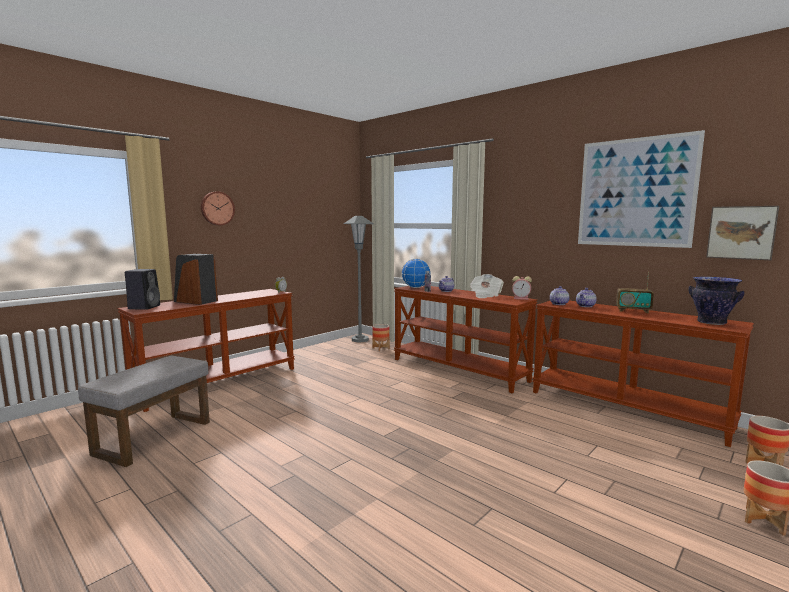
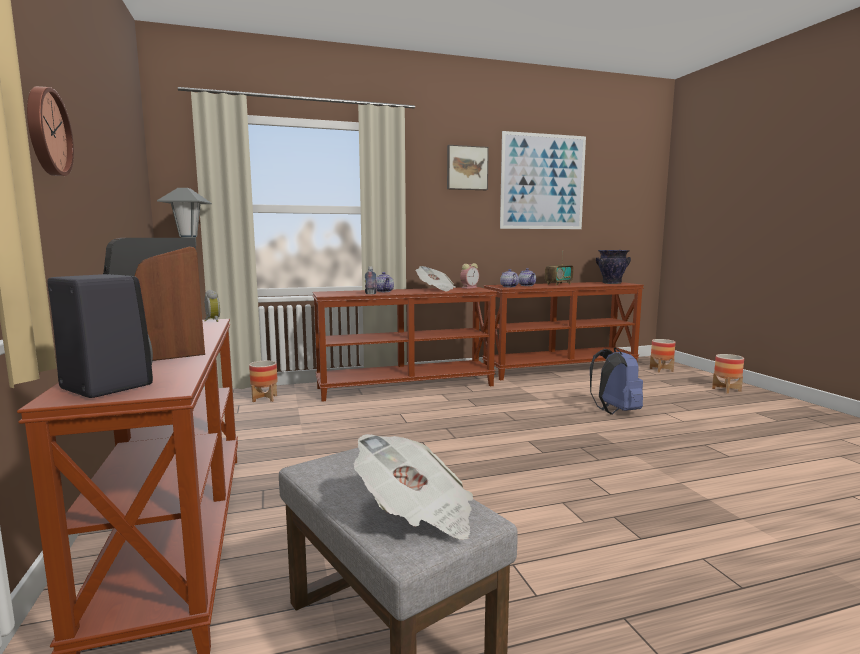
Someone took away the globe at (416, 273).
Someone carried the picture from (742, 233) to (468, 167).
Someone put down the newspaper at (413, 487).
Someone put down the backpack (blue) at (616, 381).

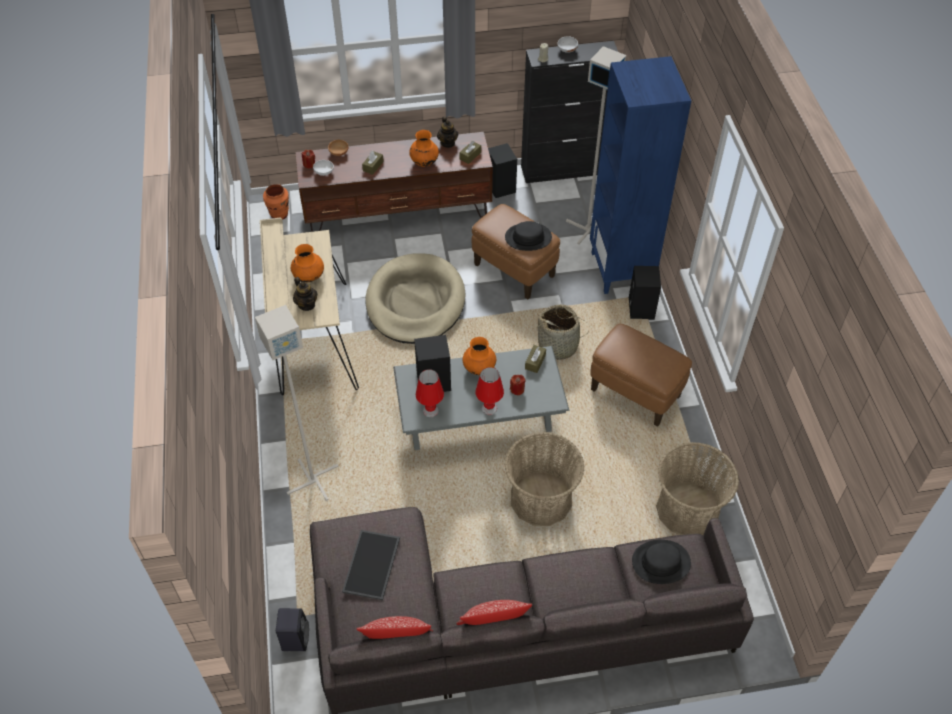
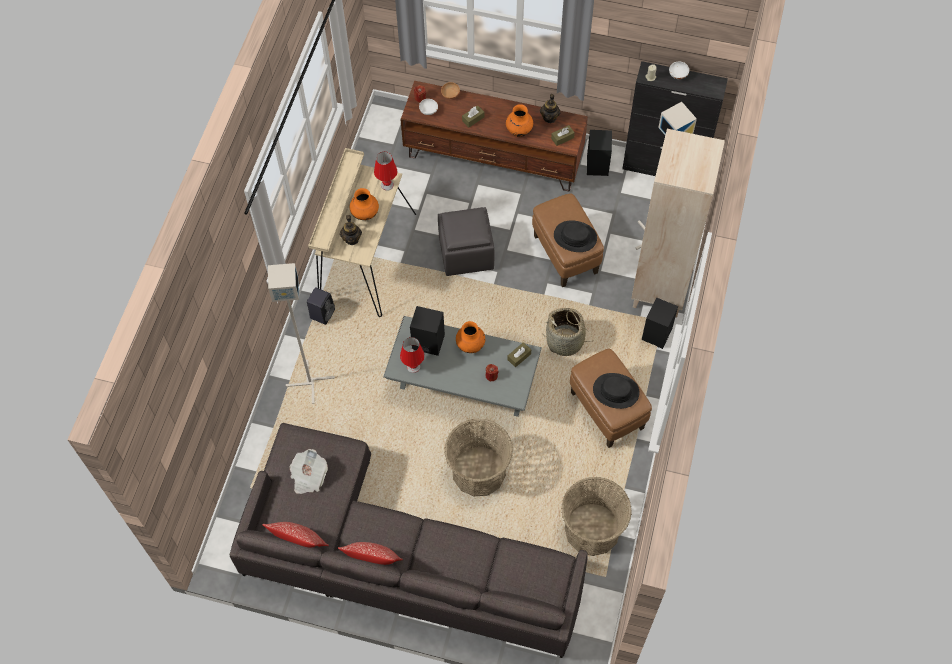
Someone took away the vase (orange) at (276, 202).
Someone carried the speaker (black) from (292, 629) to (321, 306).
Someone swapped the tray at (371, 565) for the newspaper at (308, 471).
Someone swapped the dog bed (beige) at (415, 298) for the ottoman (grey) at (466, 241).
Someone carried the table lamp (red) from (489, 391) to (385, 171).
Someone repainted the bookcase (blue) at (640, 175), which became the bookcase (beige) at (678, 223).
Someone carried the hat (black) from (661, 562) to (616, 391).

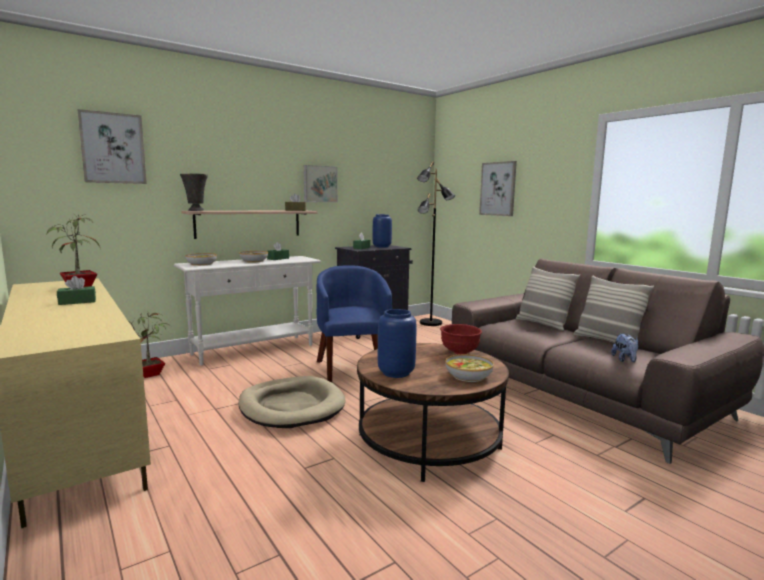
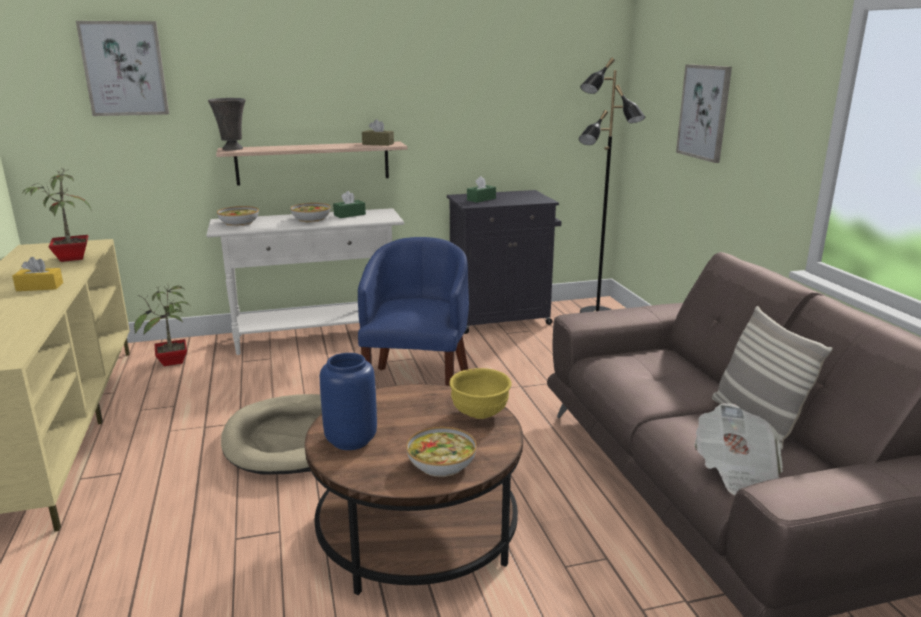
Someone repainted the tissue box (green) at (76, 290), which became the tissue box (yellow) at (37, 274).
Someone took away the picture at (321, 183).
Someone took away the vase (blue) at (382, 231).
Someone repainted the bowl (red) at (461, 339), which became the bowl (yellow) at (480, 393).
Someone took away the pillow at (548, 298).
Someone swapped the plush toy at (624, 347) for the newspaper at (738, 449).

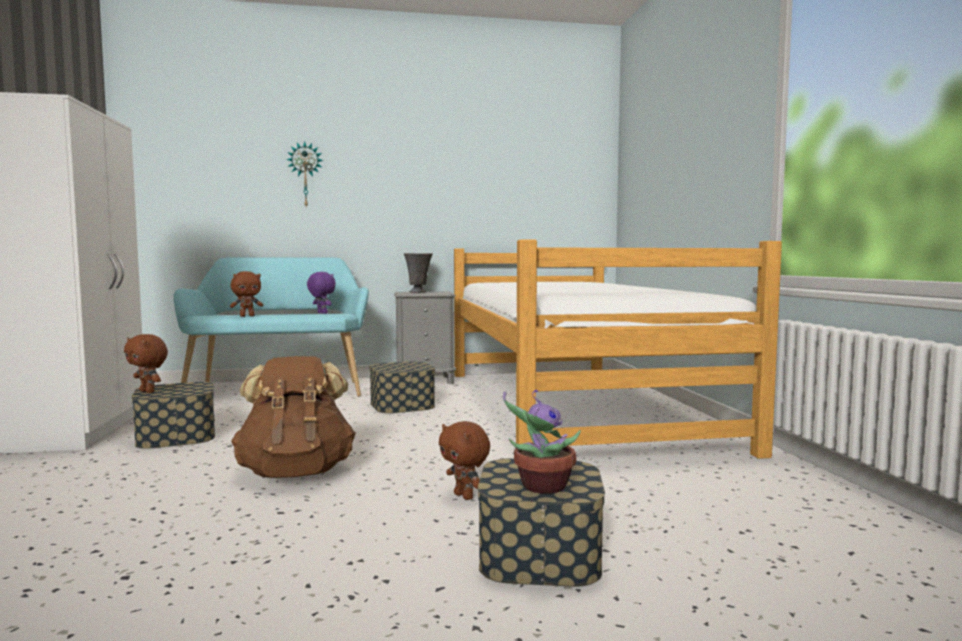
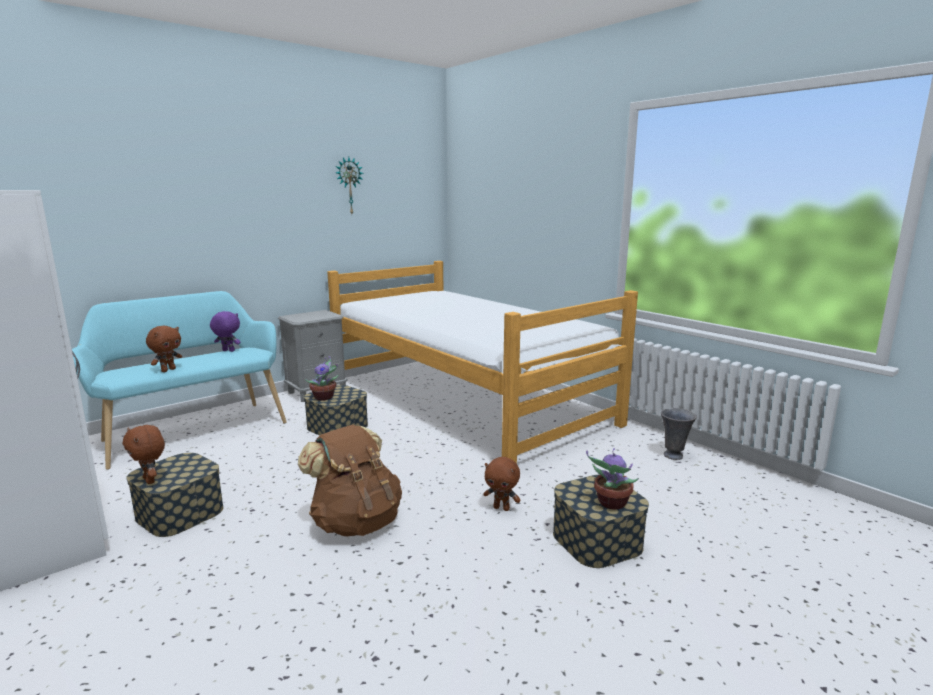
Someone rotated the plush toy (brown) at (146, 363) by 45 degrees clockwise.
Someone carried the wall clock from (305, 174) to (350, 185).
Someone carried the vase (grey) from (418, 273) to (678, 434).
Someone put down the potted plant at (322, 378).

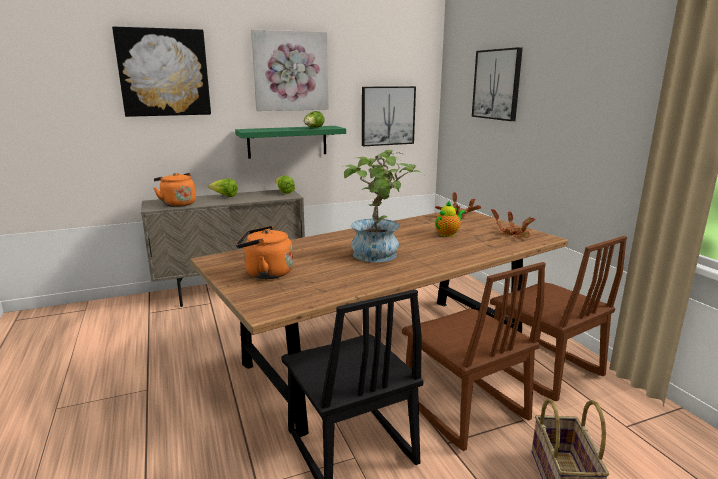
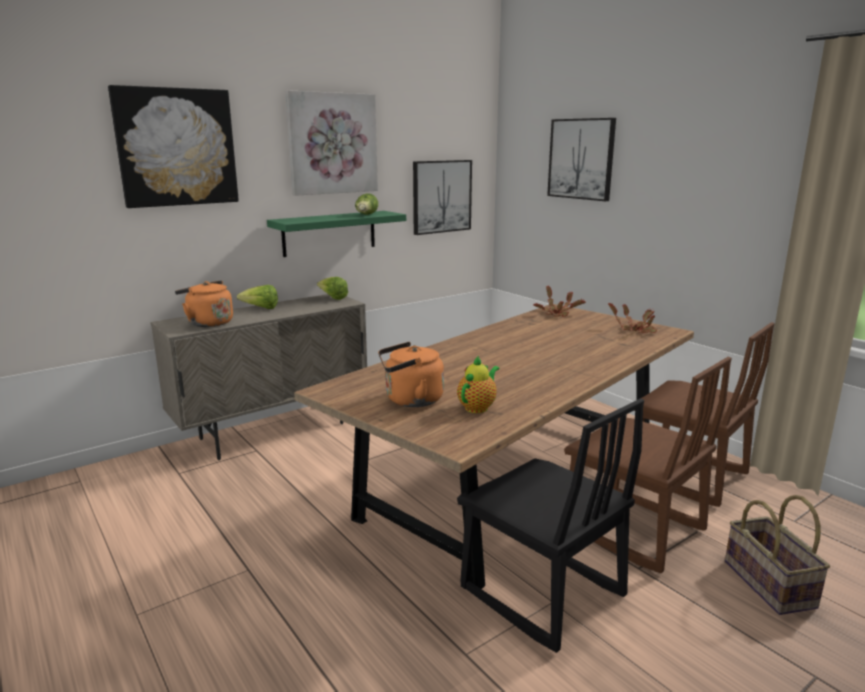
Someone took away the potted plant at (383, 206).
Someone carried the teapot from (450, 218) to (478, 384).

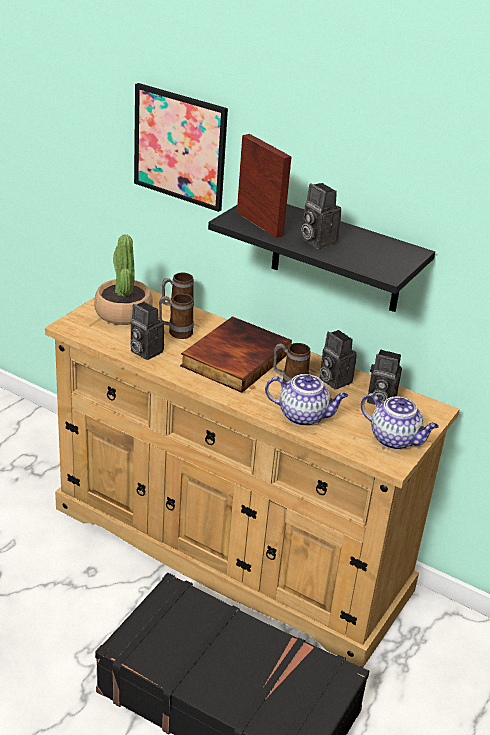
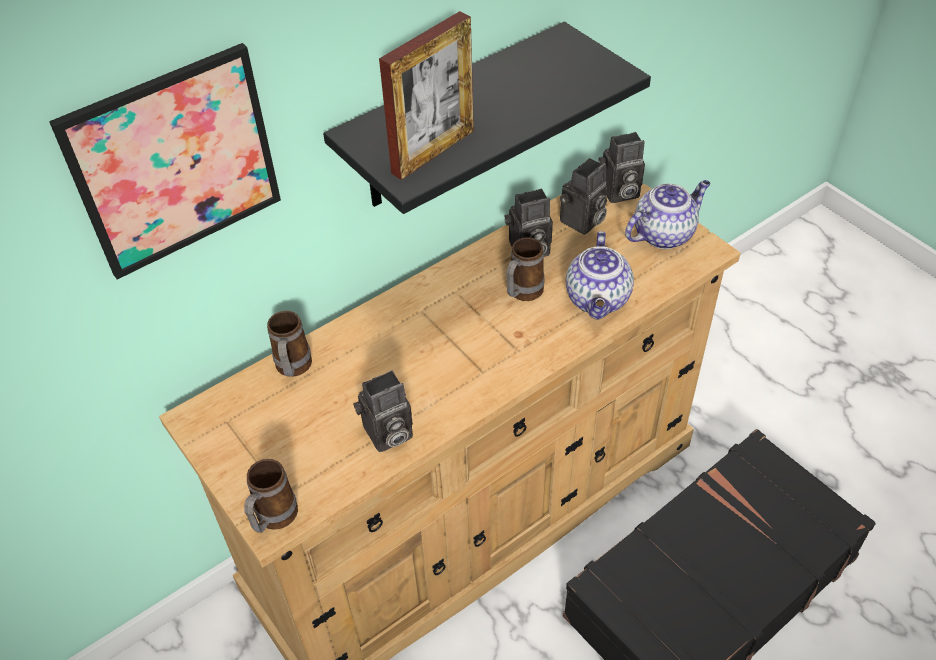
Someone took away the potted plant at (123, 279).
Someone carried the mug from (176, 316) to (271, 496).
Someone took away the book at (236, 354).
Someone rotated the picture frame at (264, 186) by 150 degrees clockwise.
Someone rotated the teapot at (306, 400) by 150 degrees clockwise.
Someone carried the photo camera from (321, 216) to (621, 167).

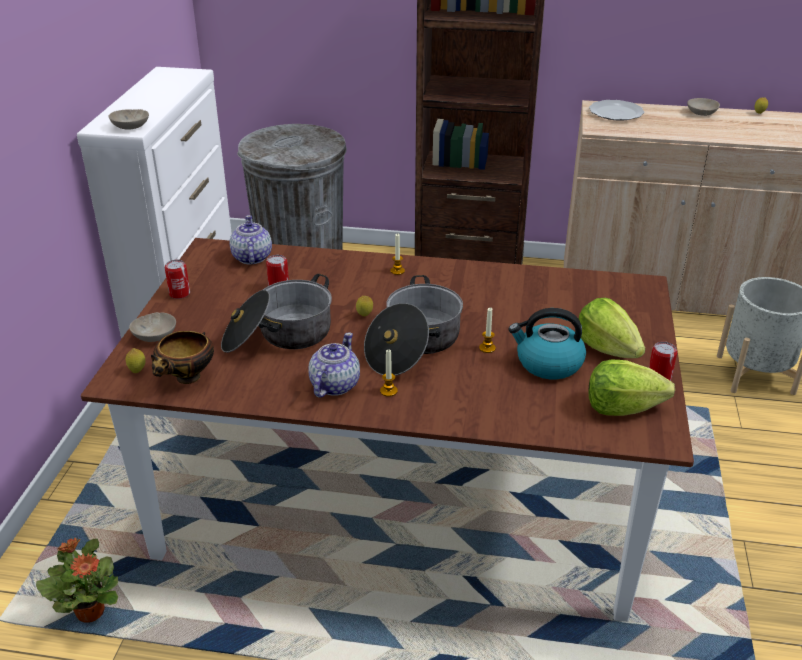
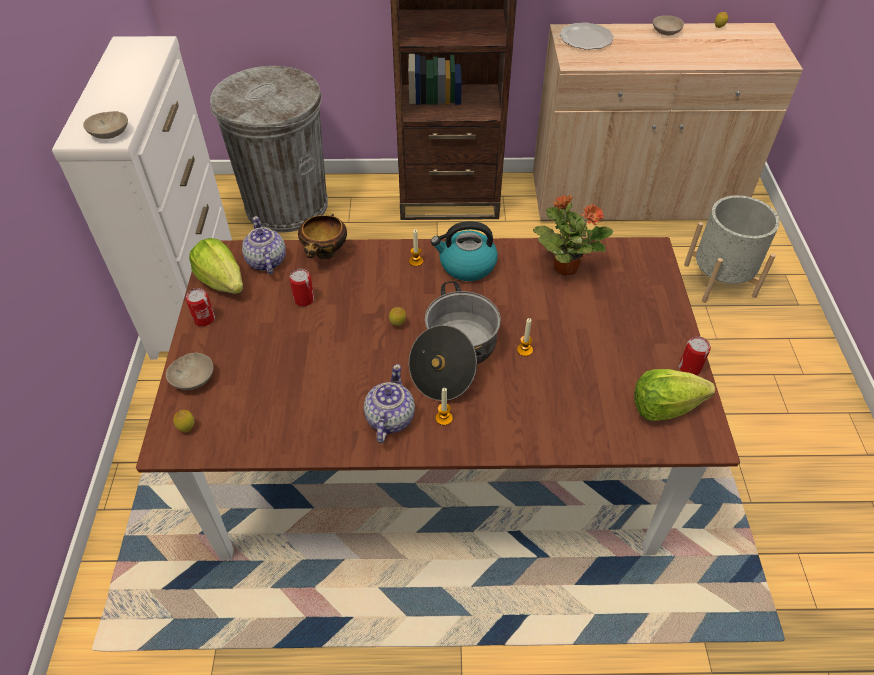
Someone carried the potted plant from (77, 580) to (573, 235).
Someone carried the bowl from (182, 357) to (322, 236).
Someone took away the cooking pot at (276, 313).
Someone carried the kettle from (547, 343) to (464, 251).
Someone carried the lettuce from (612, 328) to (216, 266).

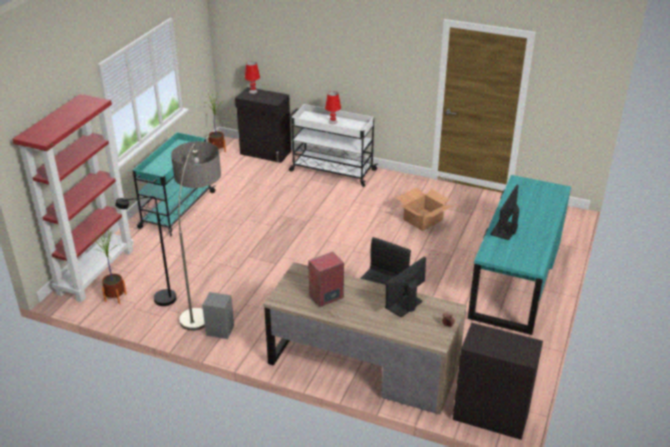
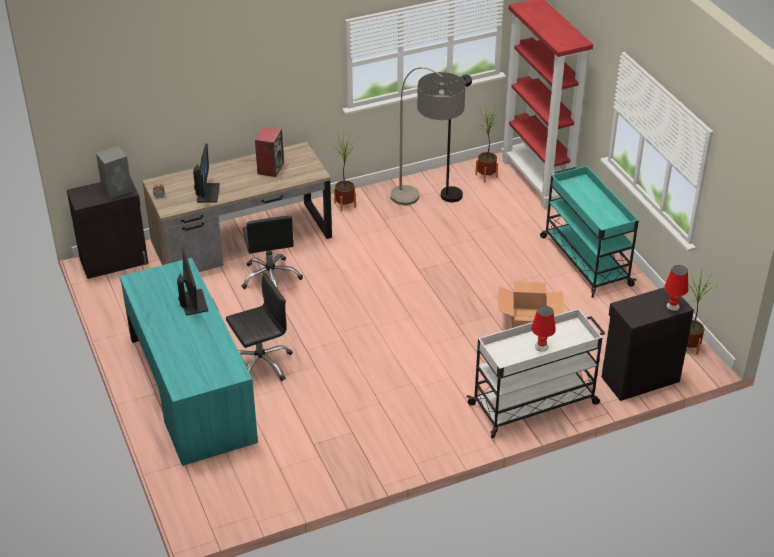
Someone carried the speaker (grey) from (218, 315) to (114, 172).
Someone carried the cardboard box from (424, 209) to (531, 304).
Someone put down the office chair (black) at (259, 327).
Someone put down the potted plant at (344, 173).

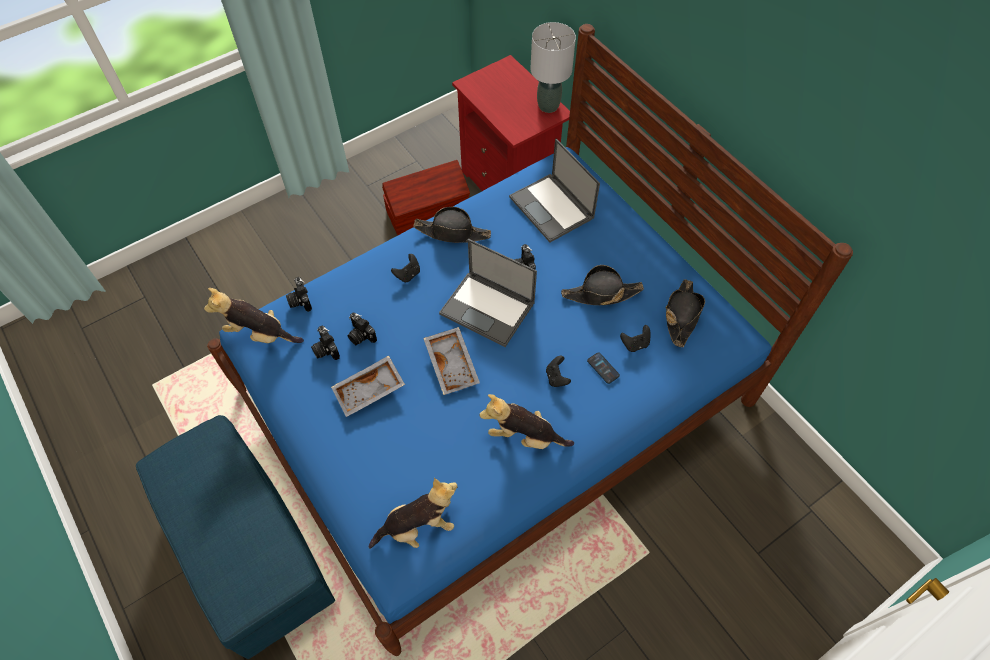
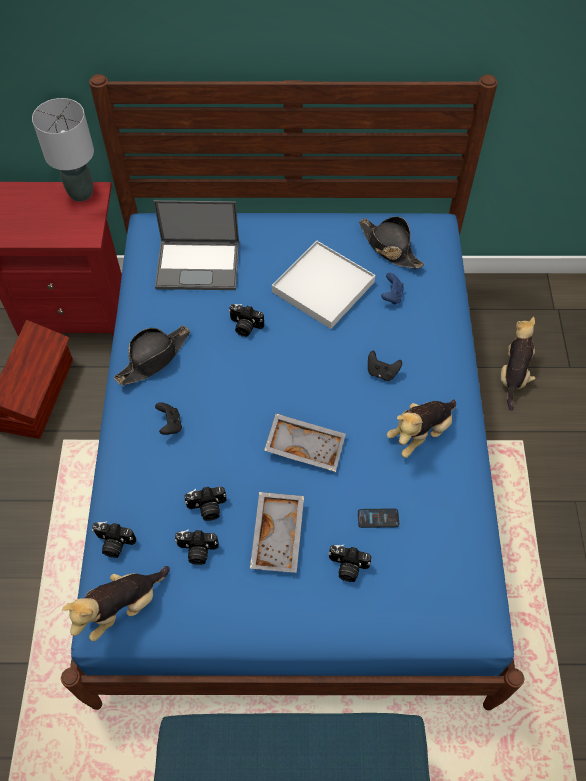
Someone carried the plush toy from (413, 513) to (518, 364).
Someone took away the laptop at (488, 293).
Someone swapped the hat (black) at (602, 285) for the tray (white) at (323, 285).
Someone carried the phone from (603, 368) to (378, 518).
Someone repainted the game controller (black) at (635, 338), which became the game controller (blue) at (392, 288).
Someone put down the photo camera at (350, 563).

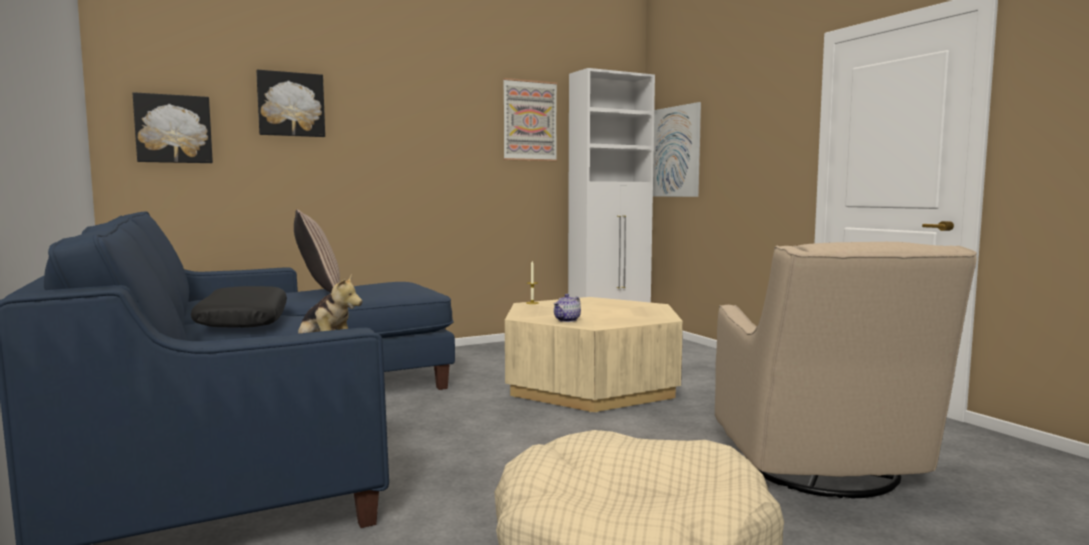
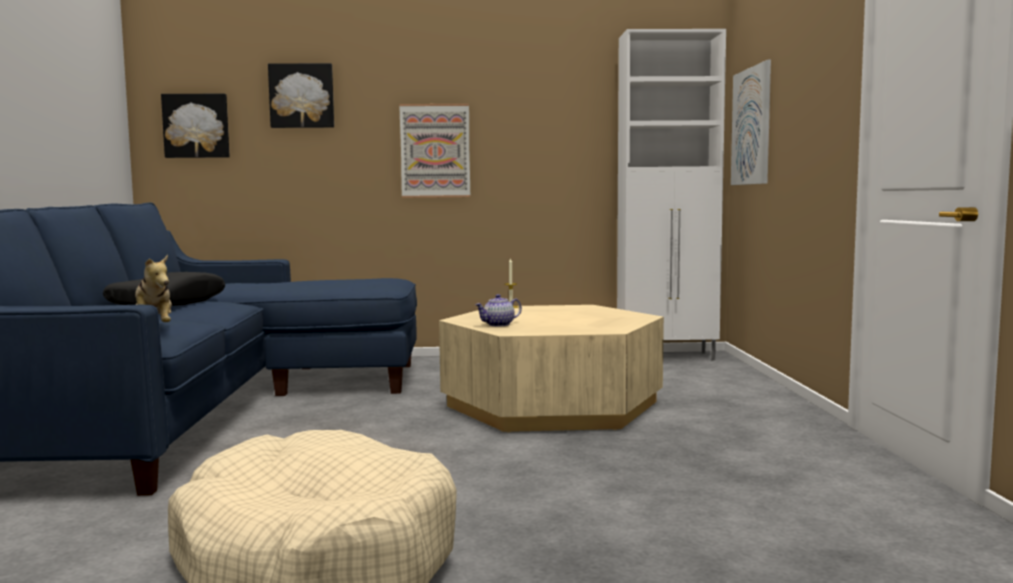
Someone took away the pillow at (317, 251).
Someone carried the picture from (530, 119) to (434, 151).
Someone took away the armchair (beige) at (846, 370).

